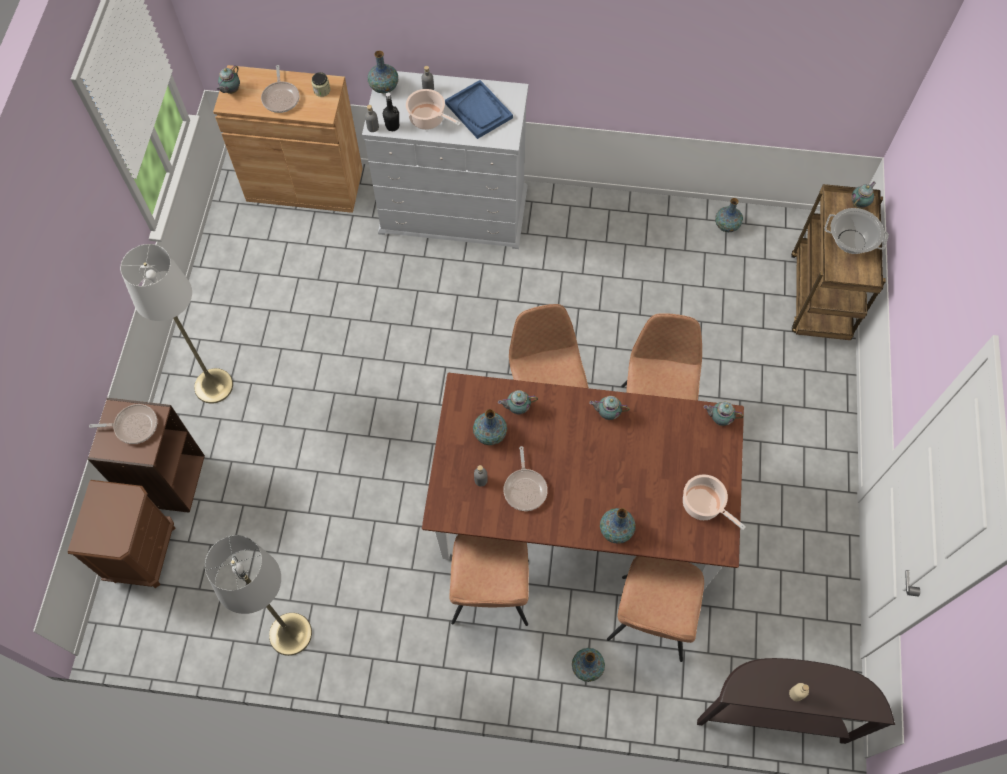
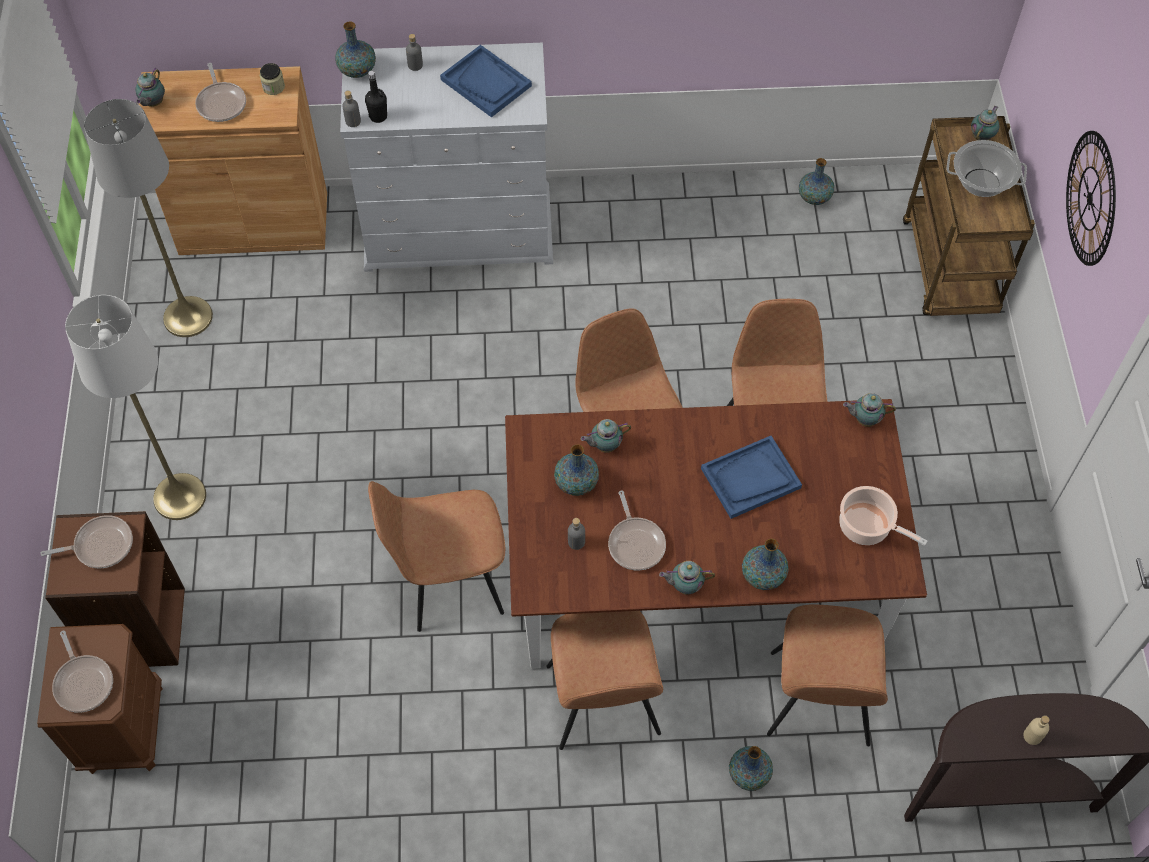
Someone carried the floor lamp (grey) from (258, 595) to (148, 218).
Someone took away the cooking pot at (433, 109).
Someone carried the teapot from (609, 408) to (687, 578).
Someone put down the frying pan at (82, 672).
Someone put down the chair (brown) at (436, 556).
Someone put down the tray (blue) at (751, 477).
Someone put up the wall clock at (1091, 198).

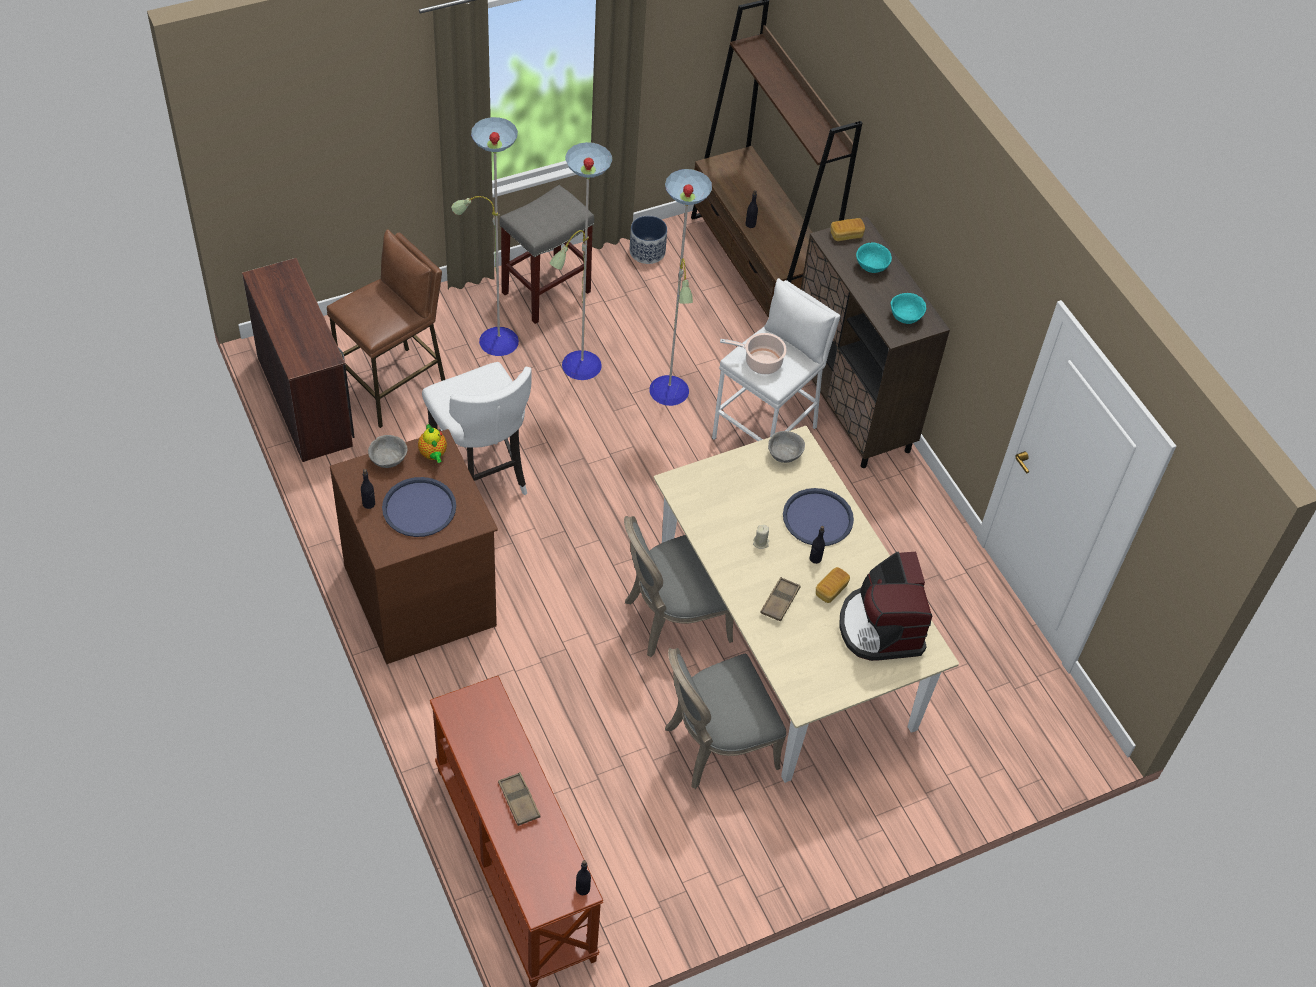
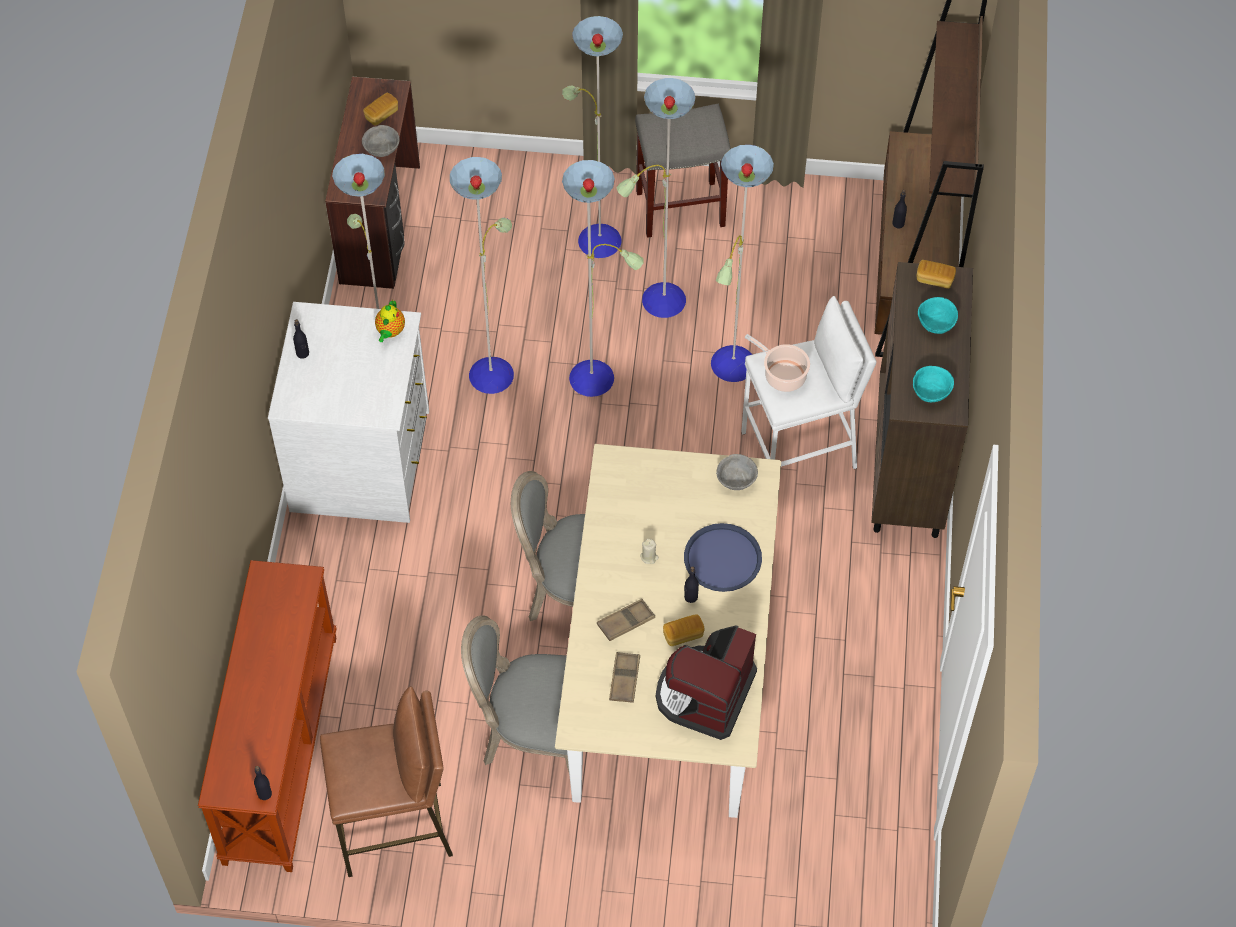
Someone carried the stool (brown) from (386, 328) to (386, 781).
Someone repainted the dresser (brown) at (414, 546), which became the dresser (white) at (348, 412).
Someone carried the bowl (grey) from (388, 451) to (380, 141).
Someone took away the tray (blue) at (419, 507).
Someone swapped the stool (white) at (477, 428) for the floor lamp at (487, 275).
Someone carried the tray (brown) from (519, 799) to (624, 677).
Someone took away the planter at (648, 240).
Someone put down the bread at (380, 109).

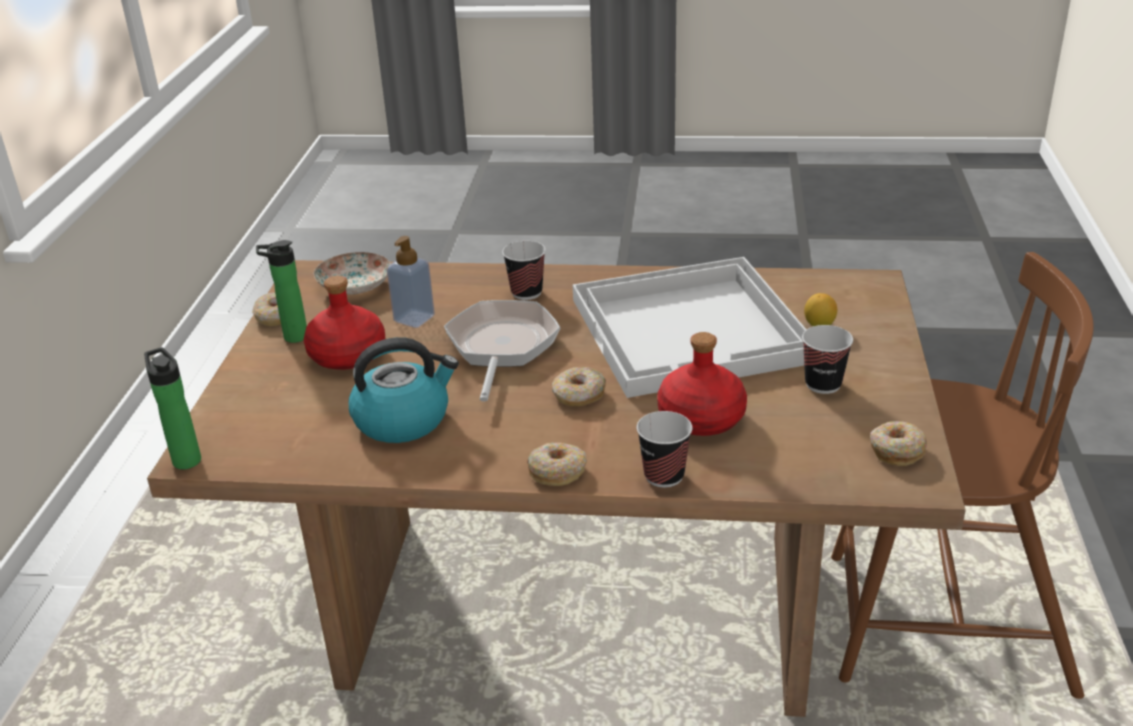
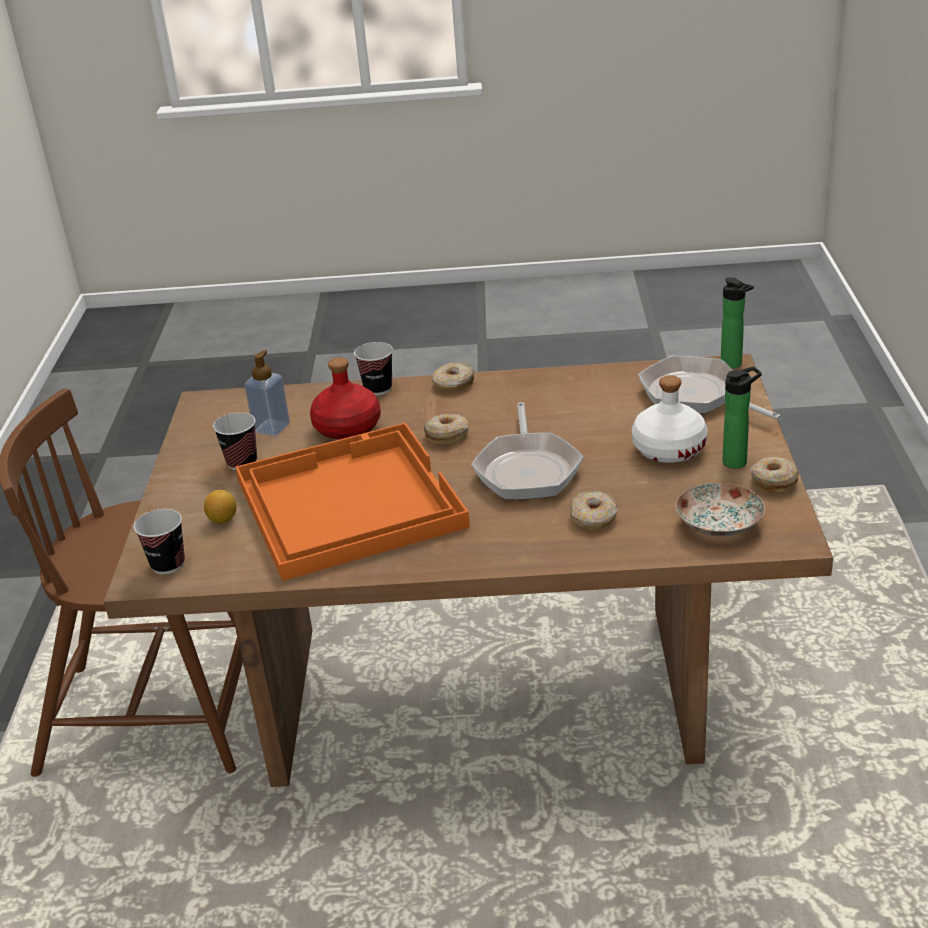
Someone repainted the bottle (red) at (344, 323), which became the bottle (white) at (670, 419).
Someone took away the kettle at (403, 390).
Someone carried the soap dispenser from (411, 282) to (267, 393).
Someone carried the cup from (524, 270) to (159, 541).
Someone repainted the tray (white) at (690, 327), which became the tray (orange) at (353, 502).
Someone carried the donut from (898, 443) to (593, 510).
Someone put down the frying pan at (709, 388).

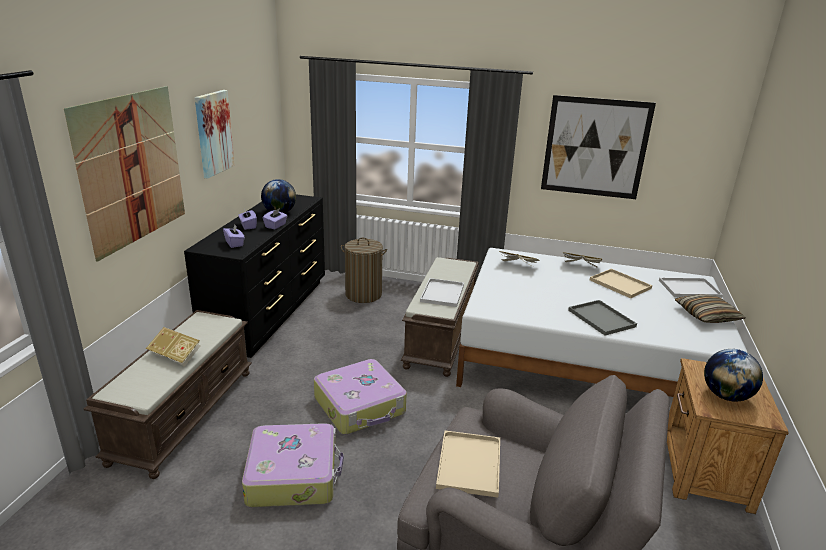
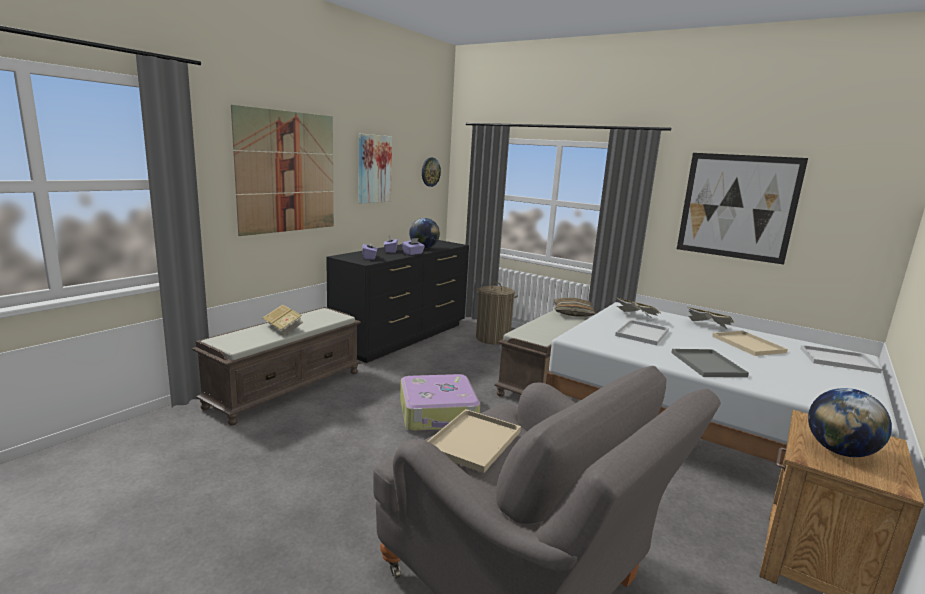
Someone took away the suitcase at (293, 465).
Someone carried the tray (white) from (442, 292) to (642, 332).
Someone carried the pillow from (710, 308) to (575, 307).
Someone put up the wall clock at (431, 172).

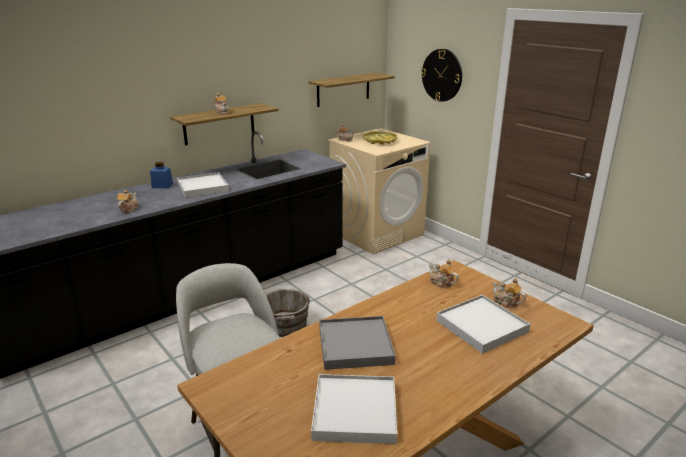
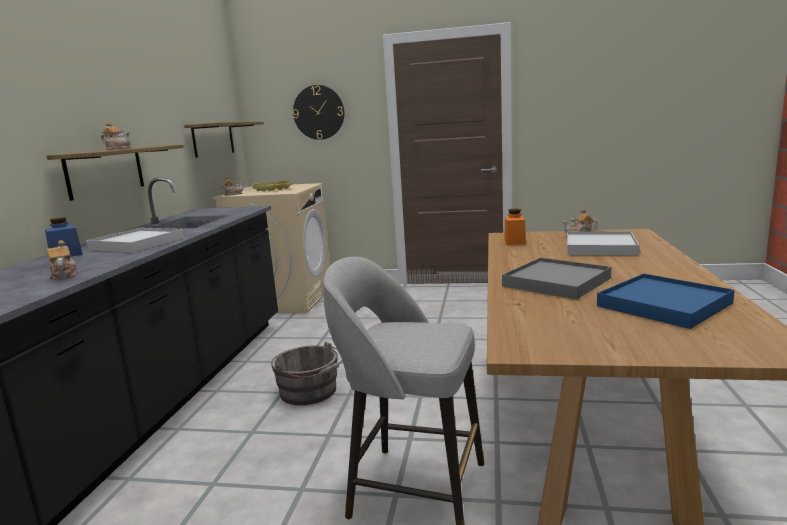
Someone repainted the tray (white) at (354, 409), which became the tray (blue) at (665, 301).
Someone swapped the teapot at (444, 273) for the jar (orange) at (515, 227).

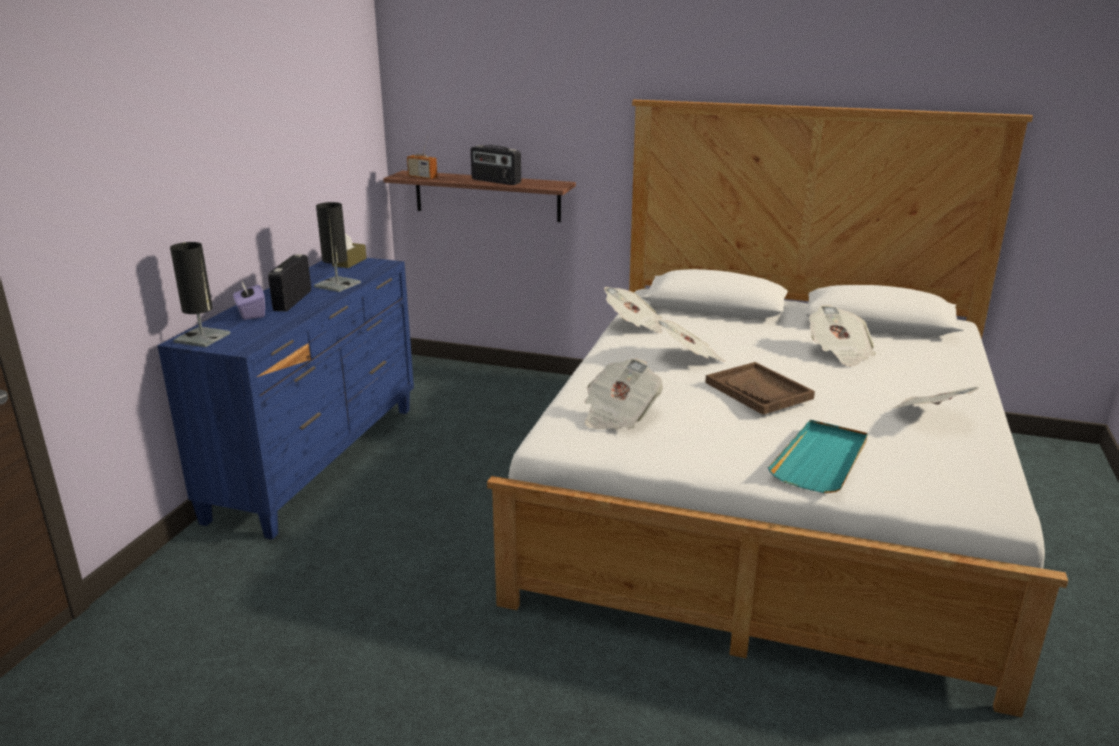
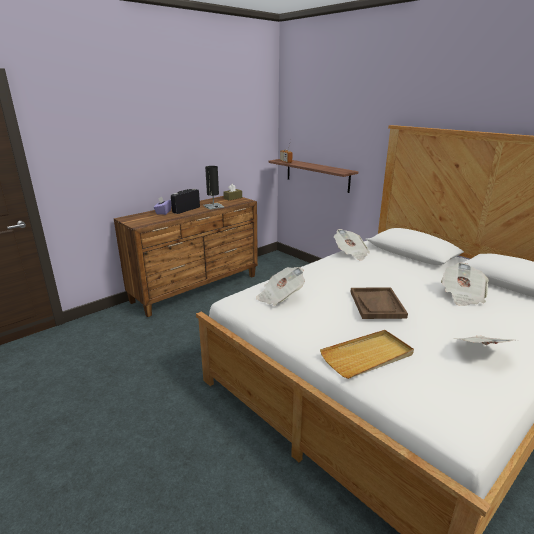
Someone repainted the dresser (blue) at (285, 399), which became the dresser (brown) at (186, 256).
Someone took away the table lamp (black) at (200, 294).
Someone took away the radio at (495, 165).
Someone took away the newspaper at (690, 341).
Someone repainted the tray (turquoise) at (818, 456), which became the tray (beige) at (367, 354).

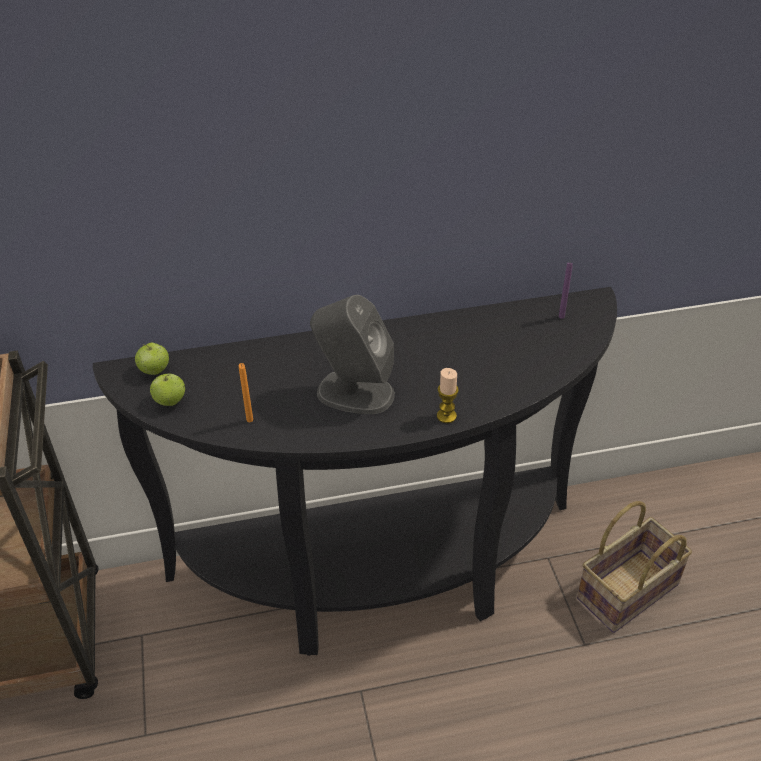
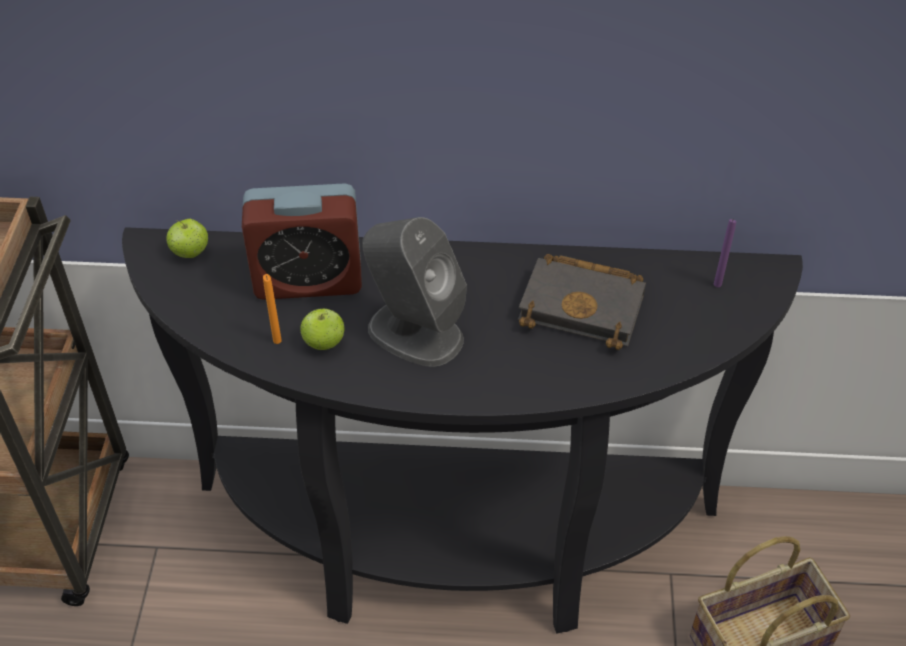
Someone carried the apple from (167, 390) to (322, 329).
Someone took away the candle at (448, 395).
Someone put down the alarm clock at (302, 241).
Someone put down the book (black) at (582, 302).

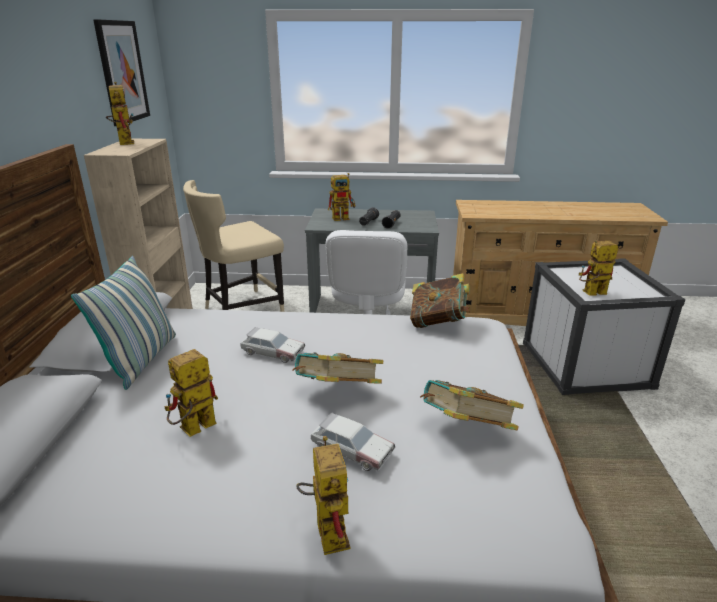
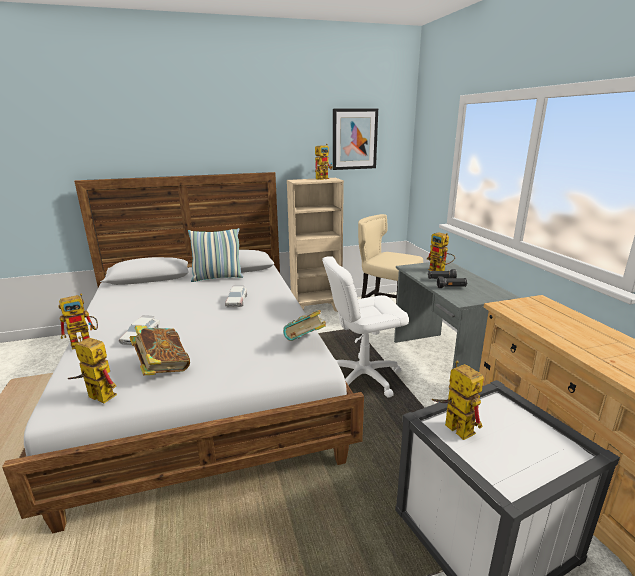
Someone carried the toy robot from (191, 393) to (92, 369).
Someone took away the book at (338, 368).

